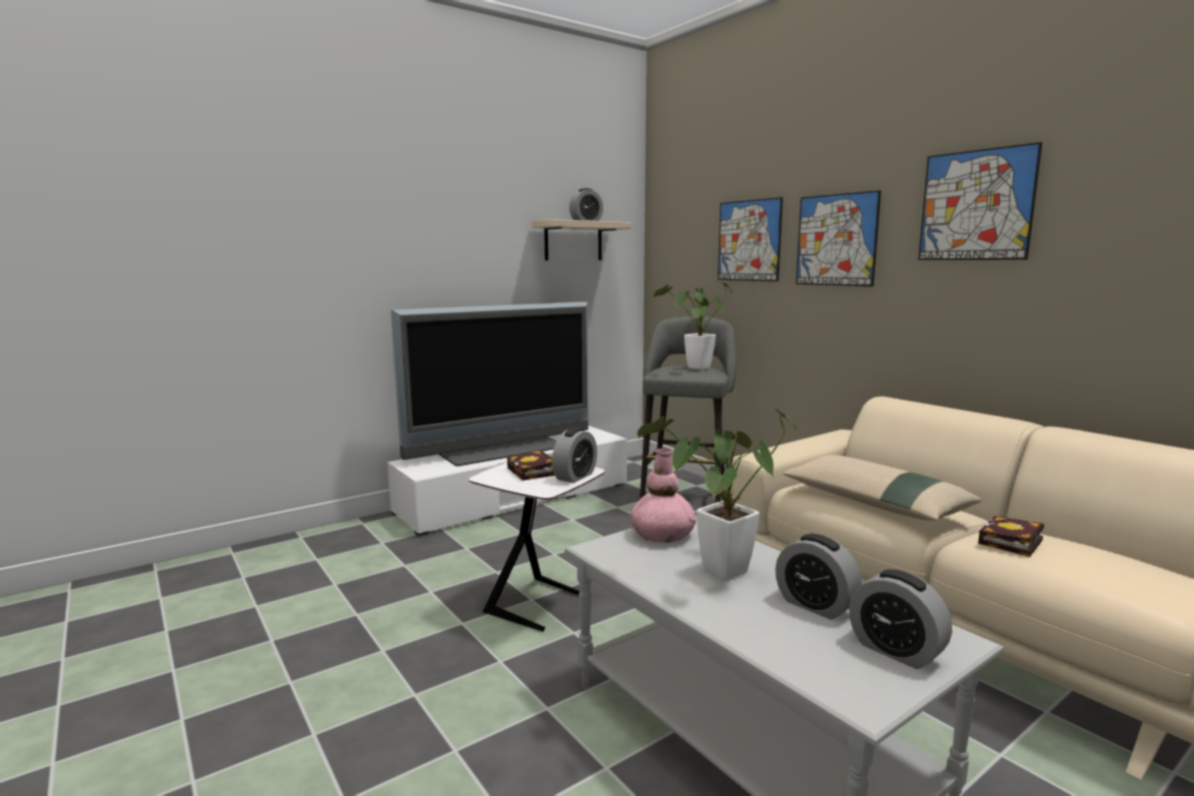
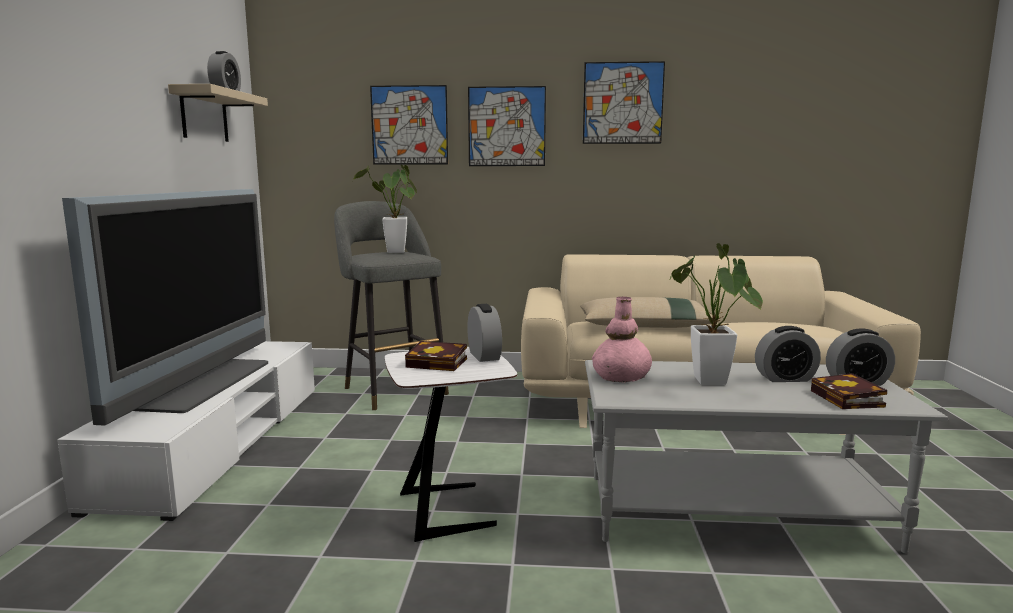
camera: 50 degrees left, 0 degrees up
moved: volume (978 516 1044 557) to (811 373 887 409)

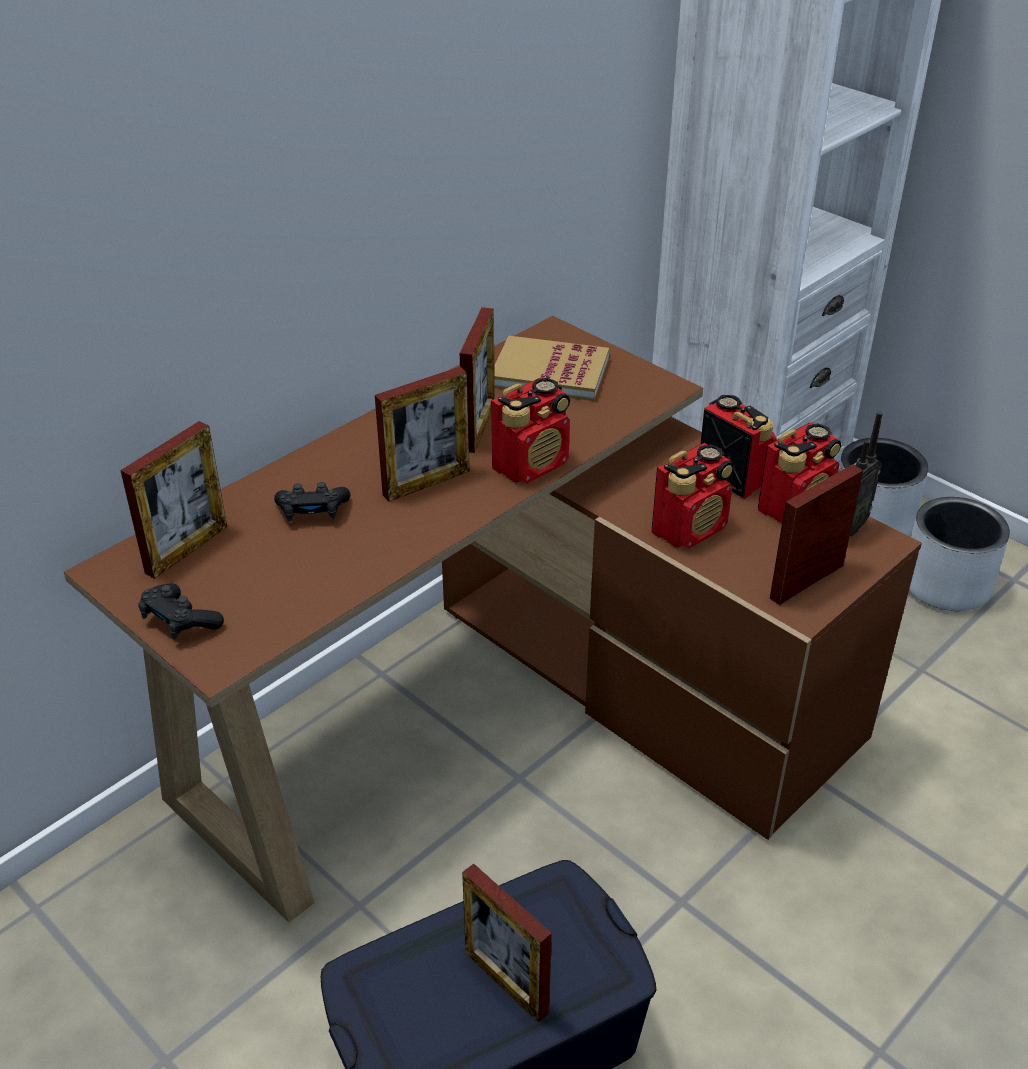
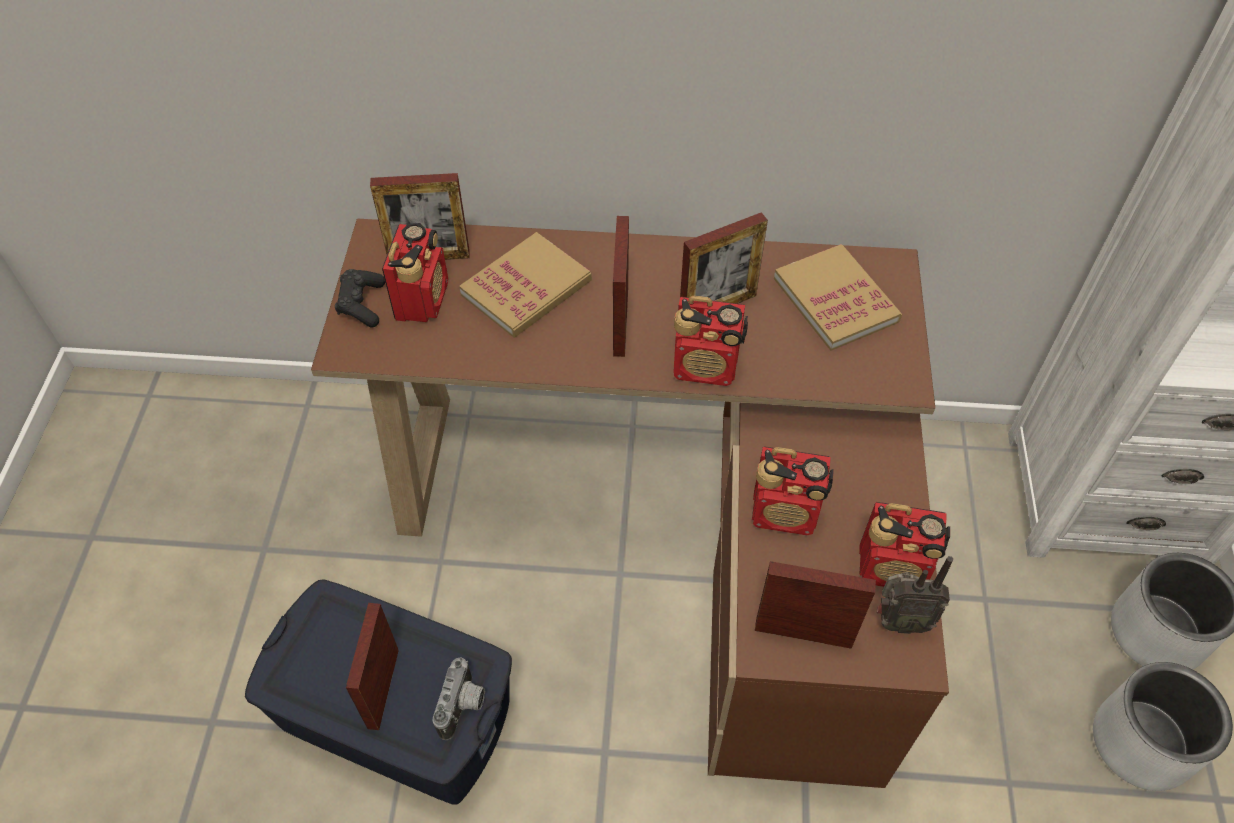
camera: 50 degrees right, 15 degrees up
added: photo camera (432 658 485 740)
moved: radio set (700 395 776 499) to (382 223 448 322)
replaced: black-coloured gamepad (274 482 351 522) to volume (459 232 592 338)
turned: standing frame (375 367 469 502) = (613 216 629 357) 75 degrees clockwise

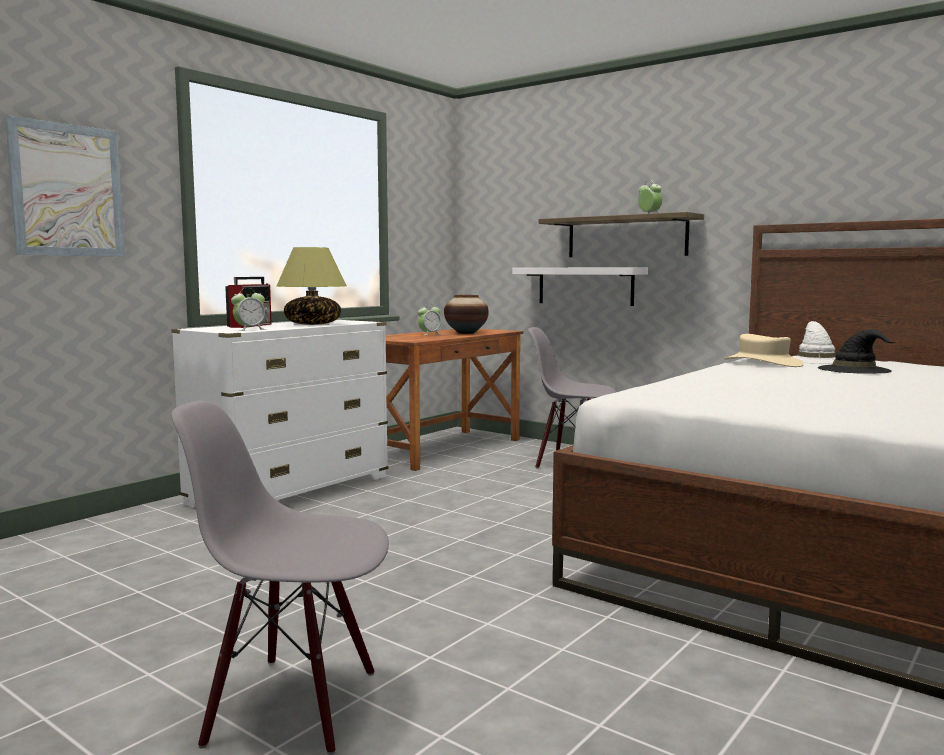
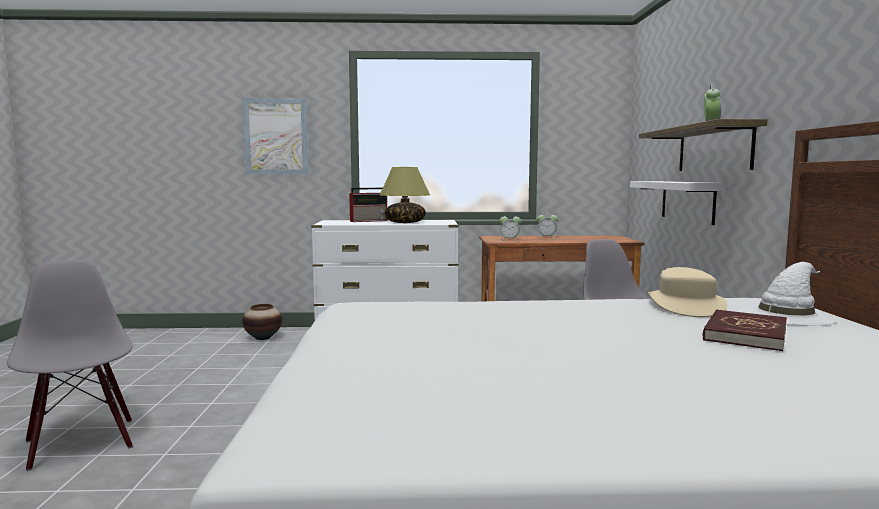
camera: 50 degrees right, 0 degrees up
moved: flower vase (444 295 489 334) to (242 304 282 340); alarm clock (231 288 266 331) to (499 213 522 241)
replaced: black-coloured hat (817 329 896 374) to red volume (703 309 787 351)

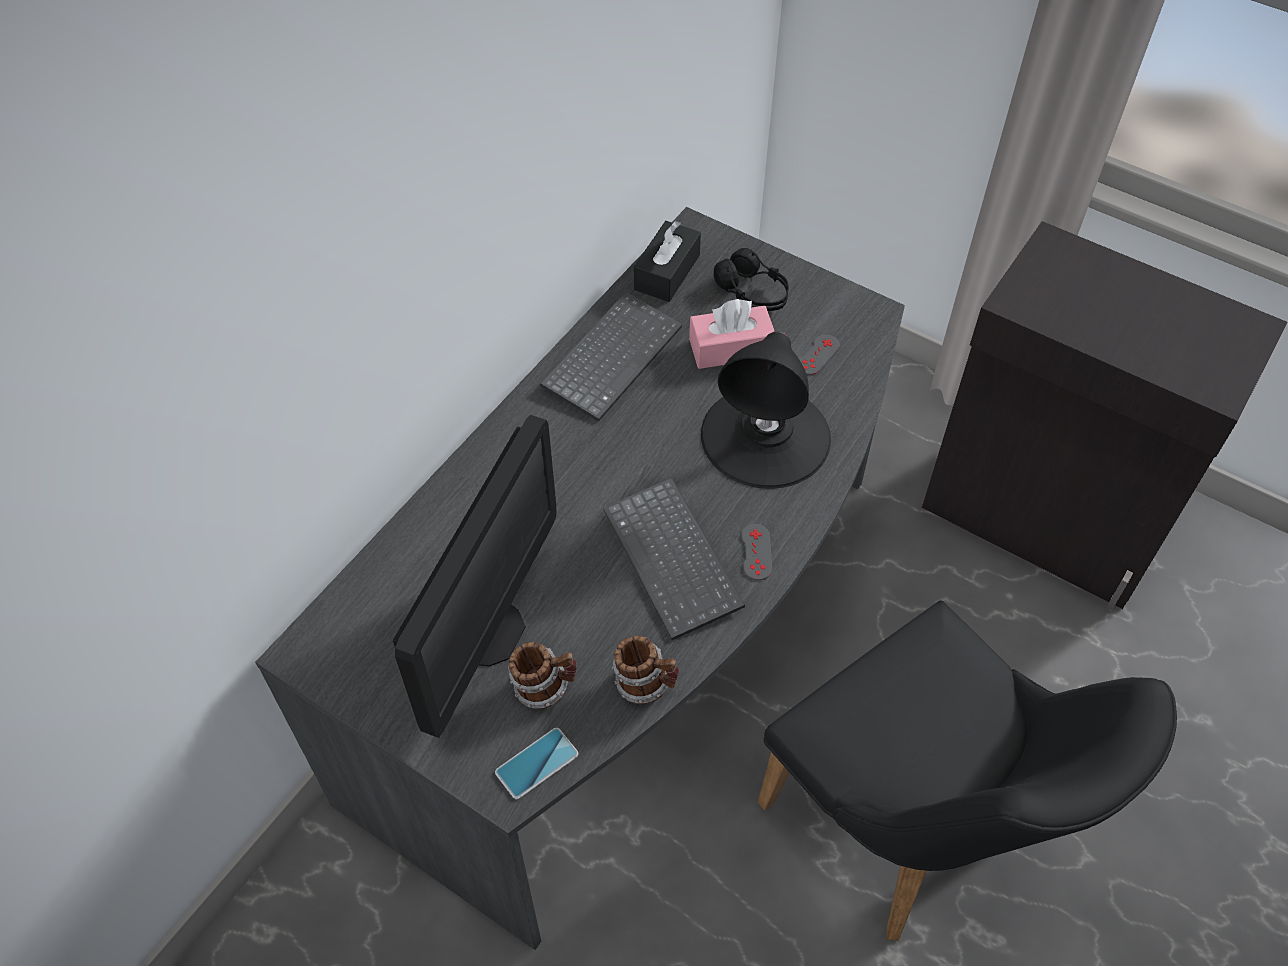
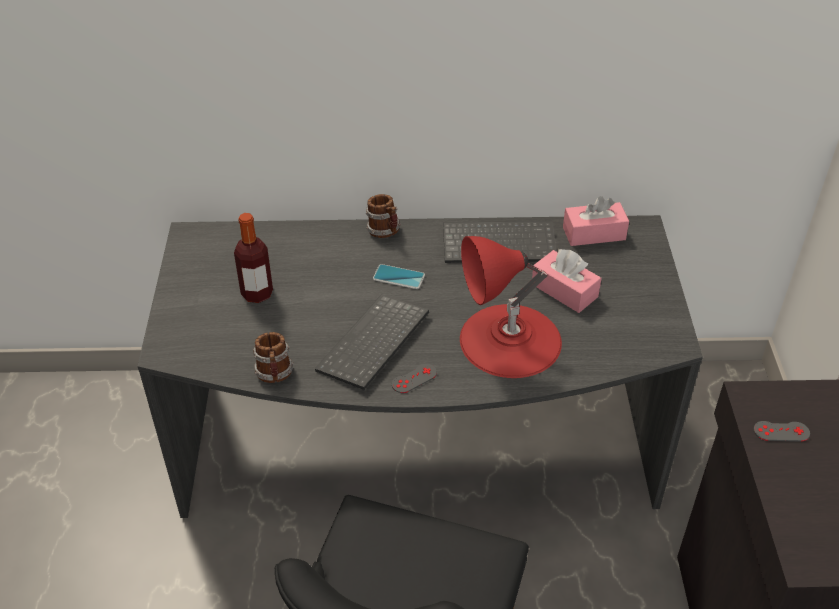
camera: 55 degrees right, 10 degrees down
removed: black-coloured headset (714 248 789 311)
moved: coffee mug (508 642 577 709) to (366 194 401 238); handset (495 728 578 799) to (373 264 425 289); greyish gamepad (799 334 840 375) to (754 421 810 442)
replaced: monitor (393 415 557 738) to drink bottle (234 213 273 303)
recoloured: black-coloured tabletop lamp (701 331 831 489) to red tabletop lamp (460 236 562 378); black-coloured tissue holder (634 221 701 302) to pink tissue holder (563 196 629 246)

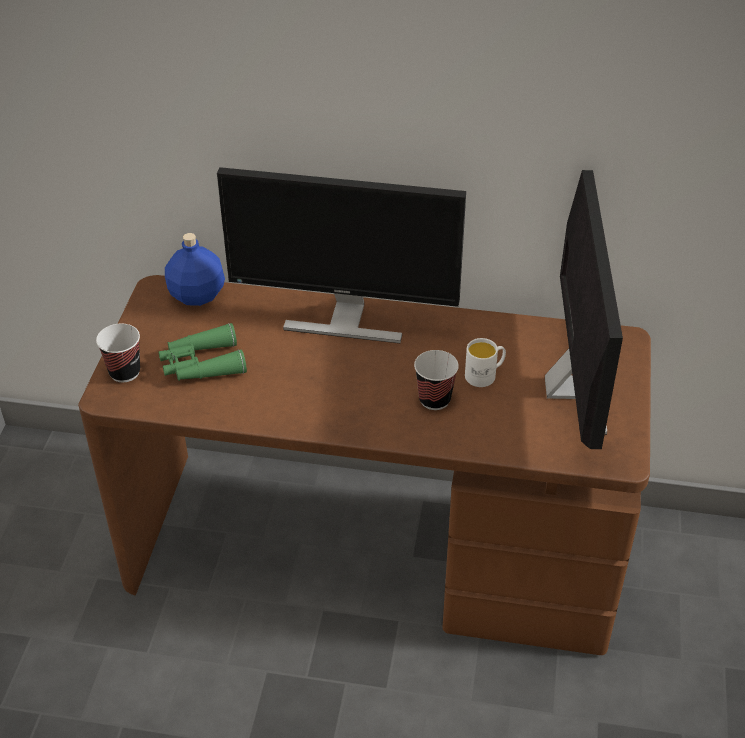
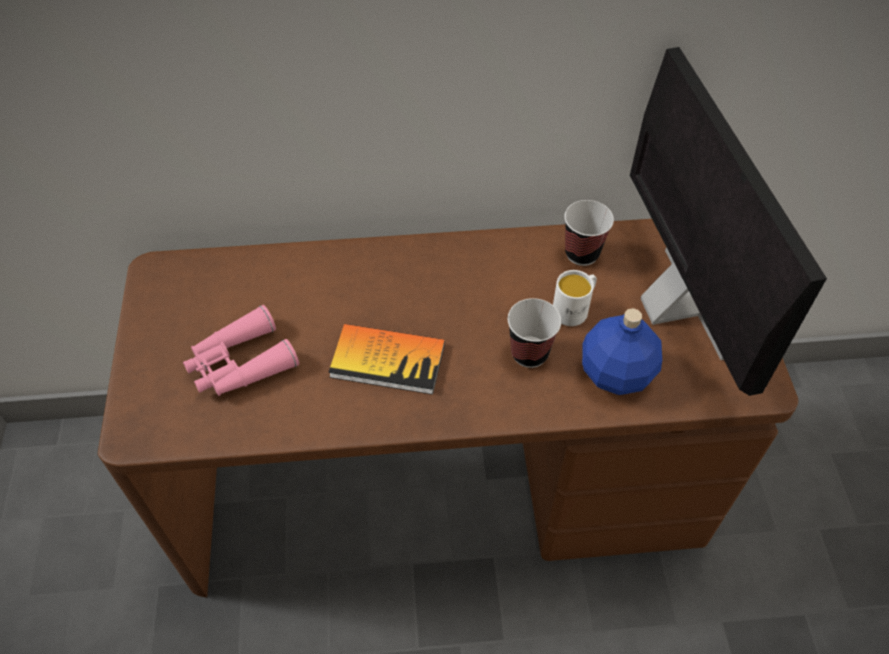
camera: 15 degrees left, 10 degrees up
removed: monitor (217 167 466 343)
added: volume (329 324 445 395)
moved: cup (96 324 140 382) to (564 200 614 266); bluish drink bottle (165 233 225 306) to (582 308 662 395)
recoloured: green-coloured pair of binoculars (159 323 247 381) to pink pair of binoculars (183 305 299 396)

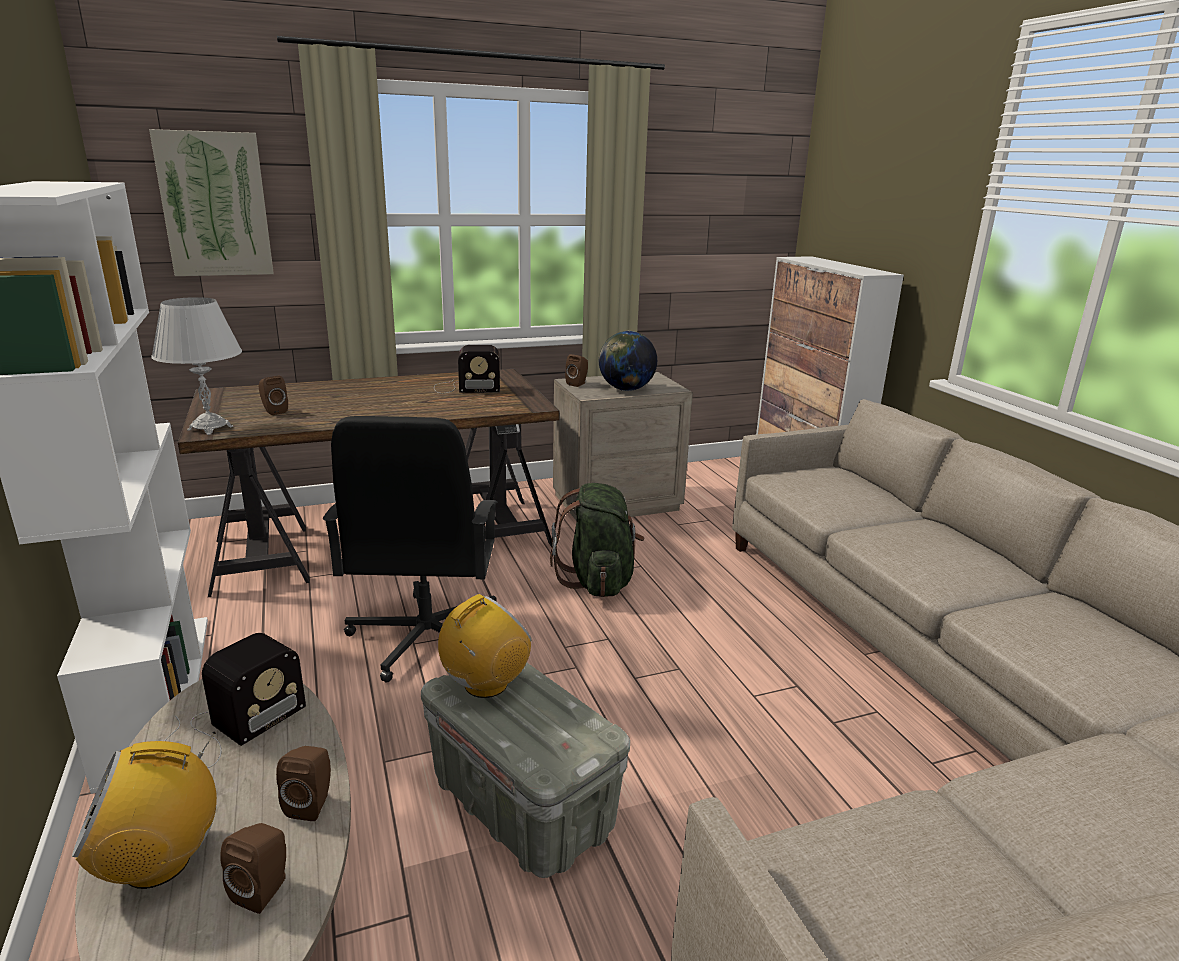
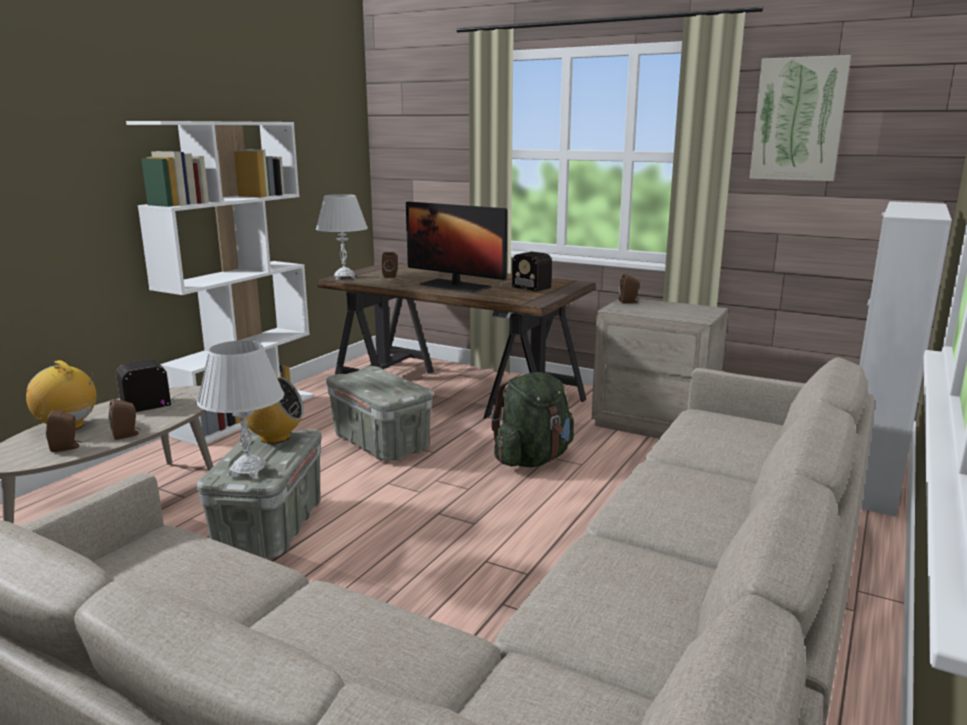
camera: 50 degrees right, 5 degrees down
removed: world globe (599 331 657 391)
added: whitish tabletop lamp (197 341 284 479); monitor (406 202 507 293)
moved: wall art (149 129 274 276) to (749 55 851 181)
replaced: black-coloured desk chair (323 416 498 683) to greyish storage container (326 366 433 461)
turned: radio set (165 633 306 768) = (116 359 198 412) 150 degrees clockwise

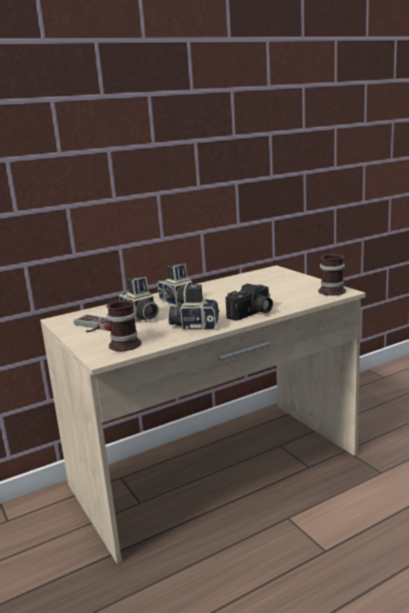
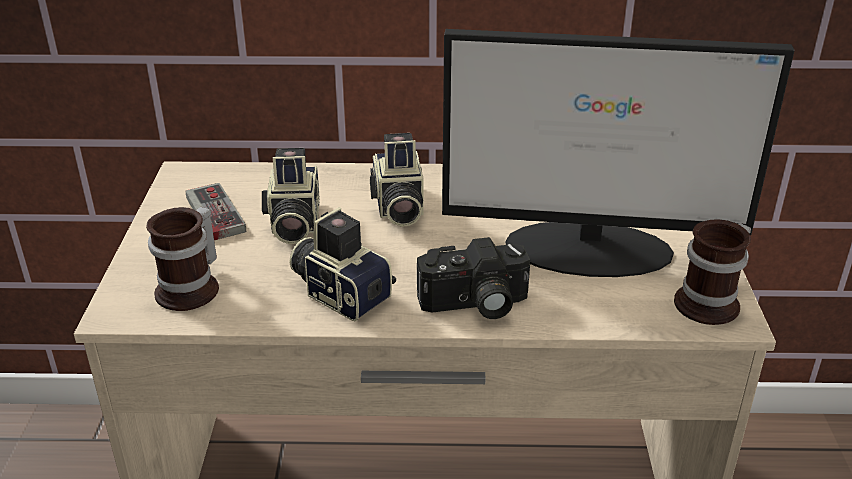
camera: 30 degrees right, 15 degrees up
added: monitor (442 29 795 277)

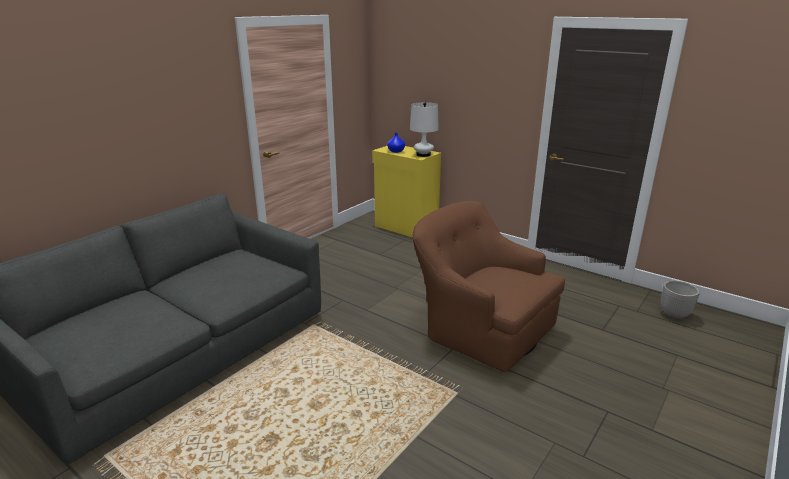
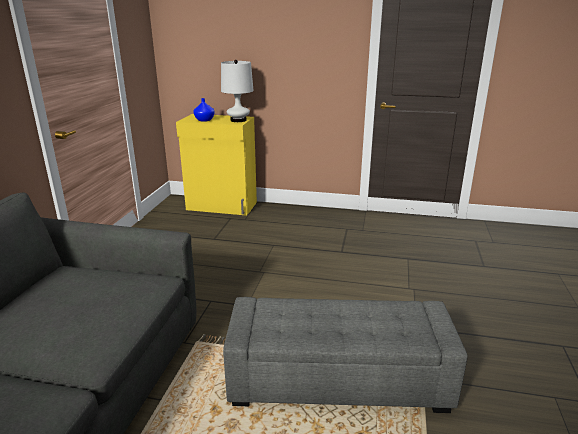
camera: 25 degrees left, 0 degrees up
removed: brownish lounge chair (412 201 565 372); flower pot (661 280 700 319)
added: greyish footrest (223 297 468 413)

